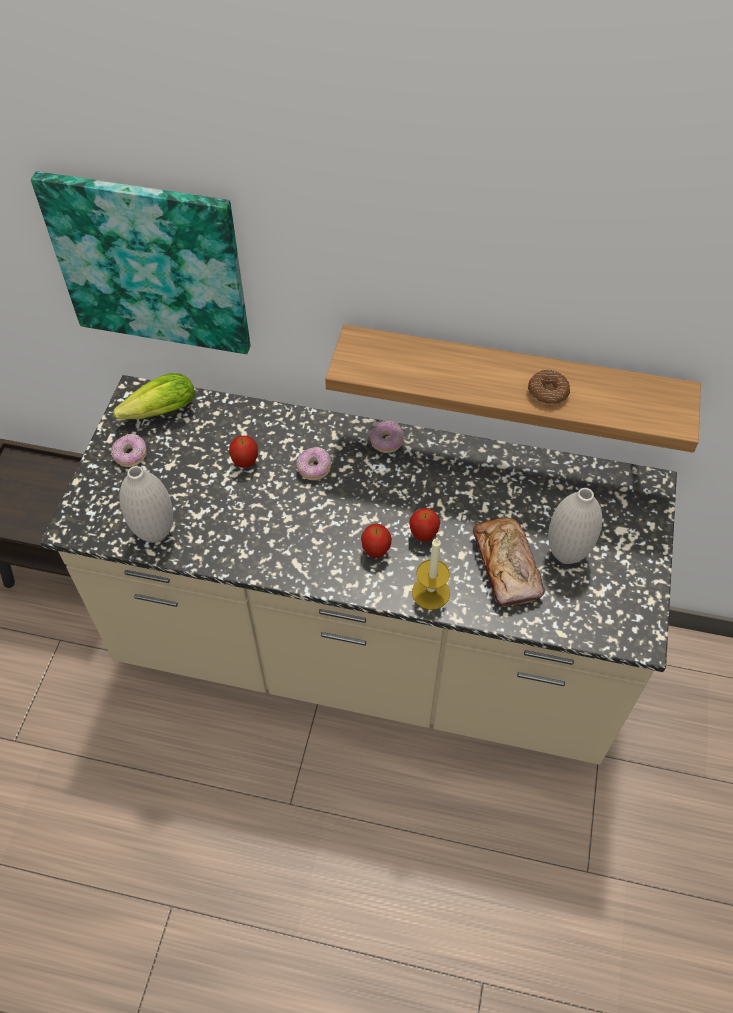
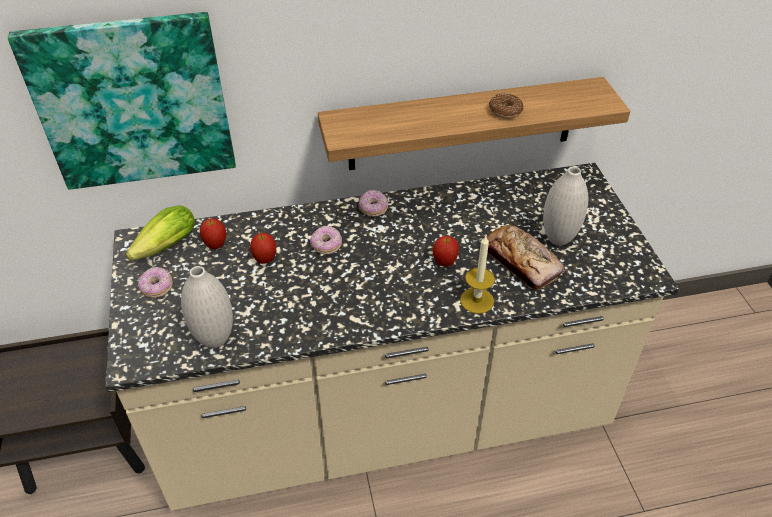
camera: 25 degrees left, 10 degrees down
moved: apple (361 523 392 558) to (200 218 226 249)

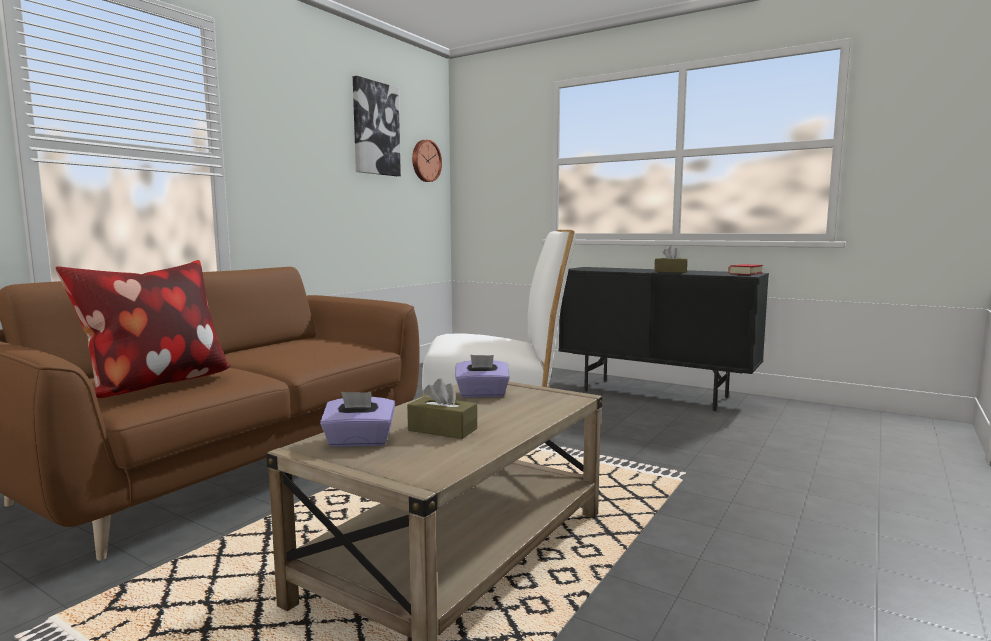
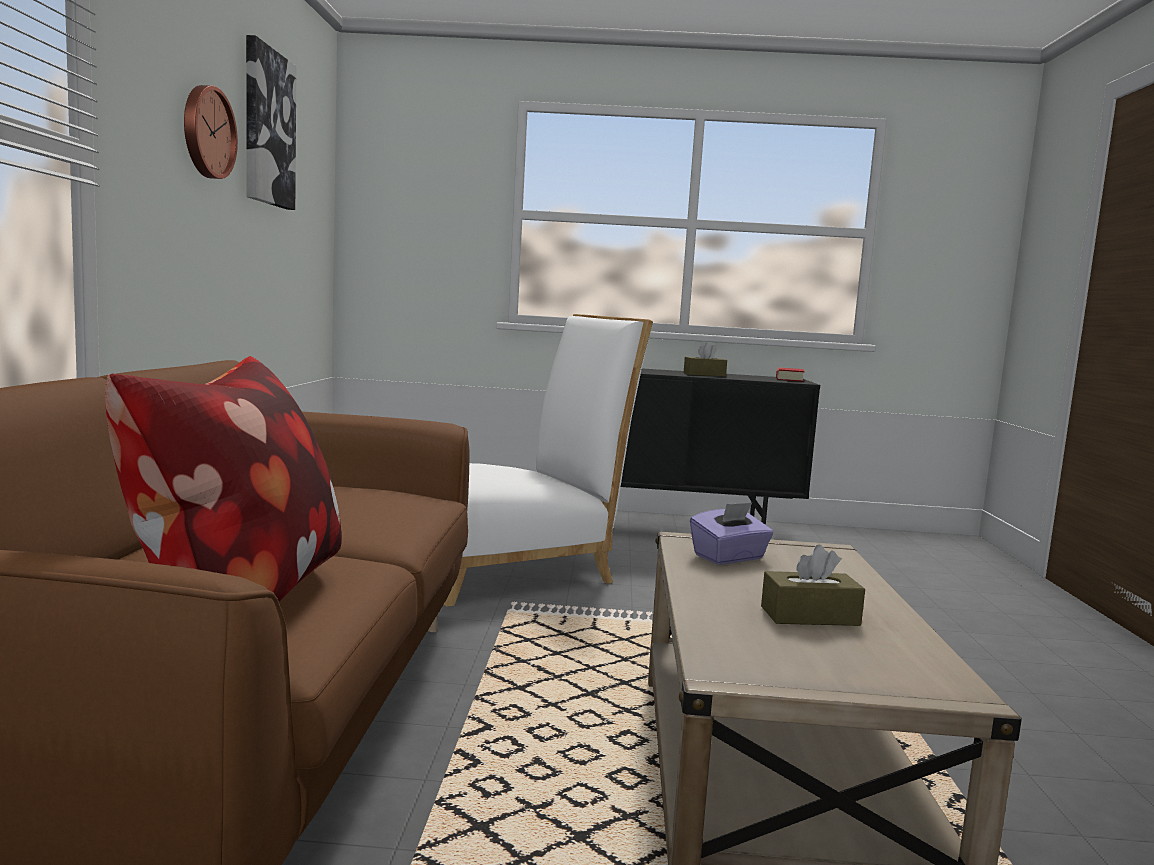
camera: 30 degrees left, 0 degrees up
removed: purple-coloured tissue holder (320 392 395 447)
moved: wall clock (412 139 442 182) to (184 85 238 179)

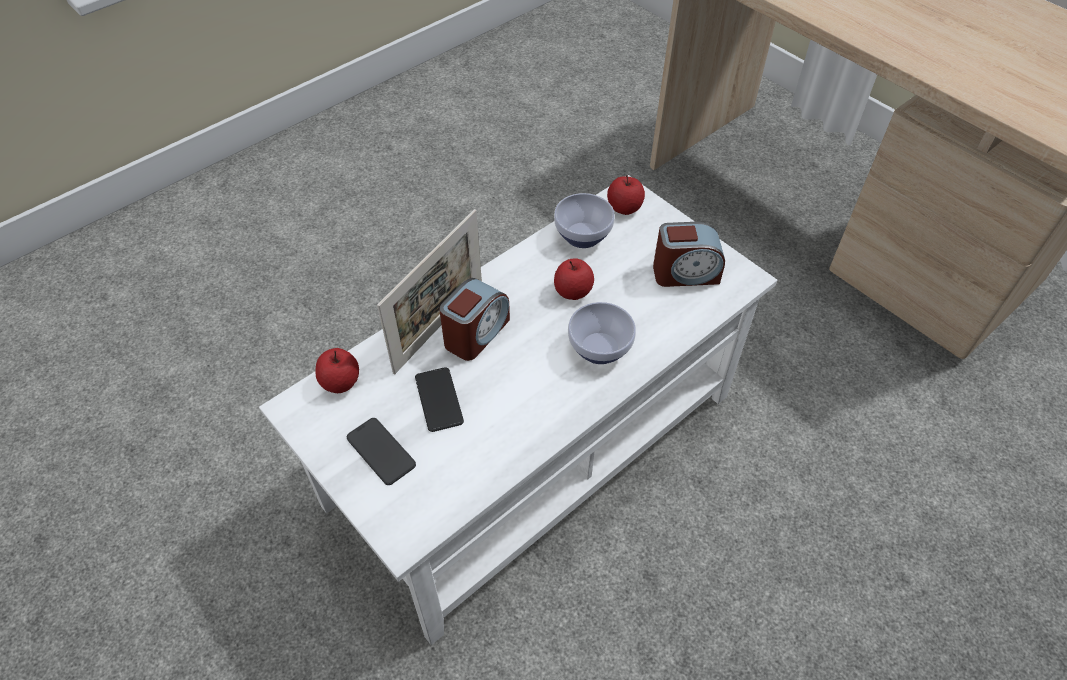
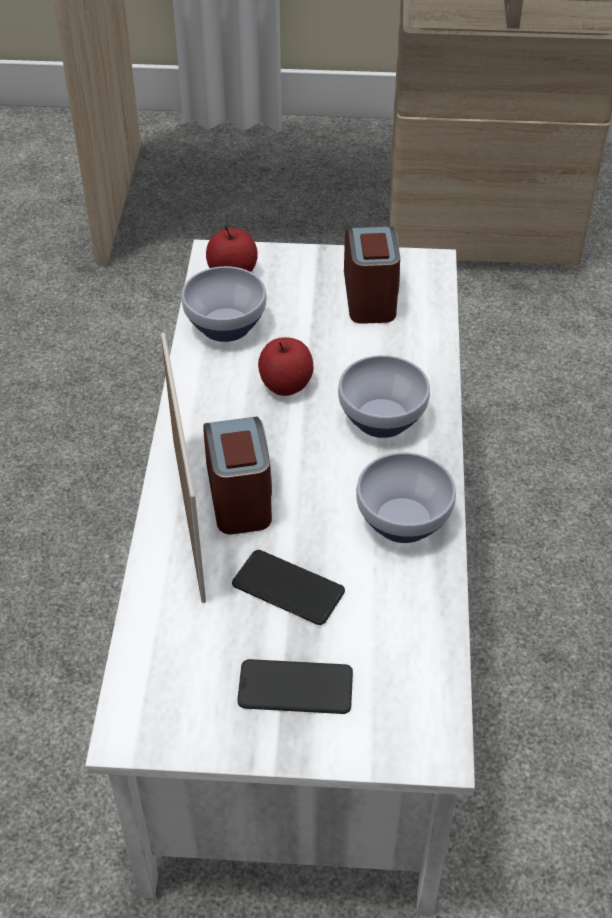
camera: 45 degrees left, 5 degrees down
removed: apple (315 348 359 393)
added: bowl (356 452 456 543)
turned: alarm clock (653 222 725 287) = (344 227 400 324) 45 degrees counterclockwise

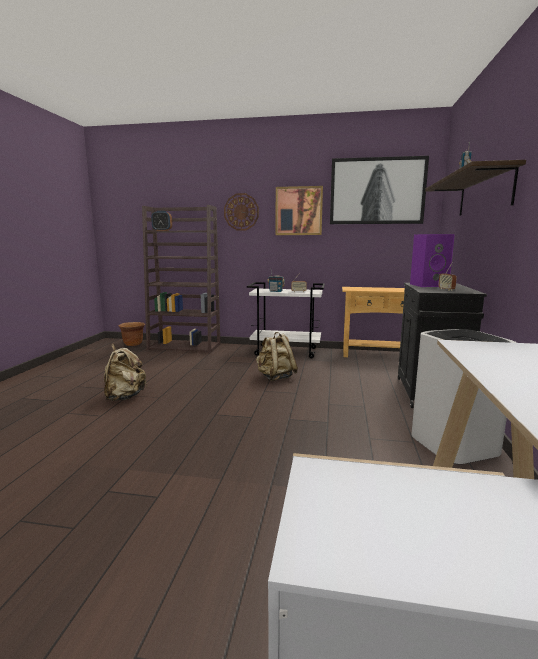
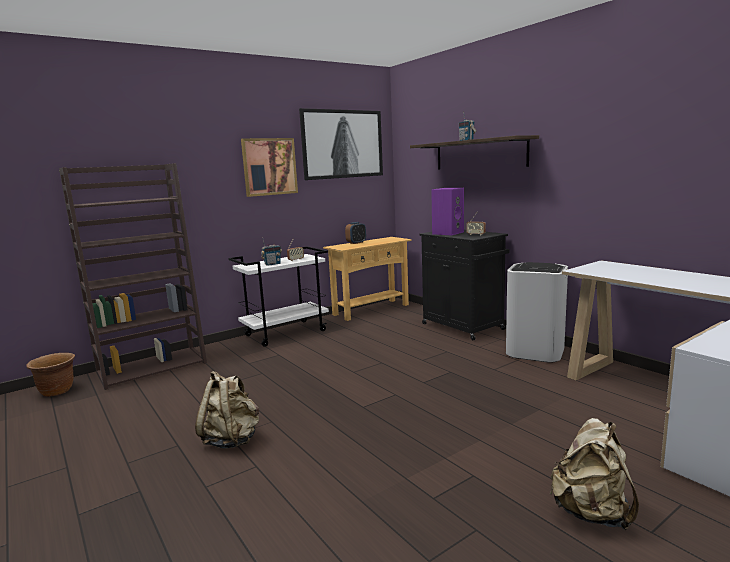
camera: 45 degrees left, 0 degrees up
removed: wall clock (224 193 259 231)
moved: alarm clock (151 211 172 231) to (345 222 366 244); beige rucksack (256 332 298 381) to (550 418 639 530)

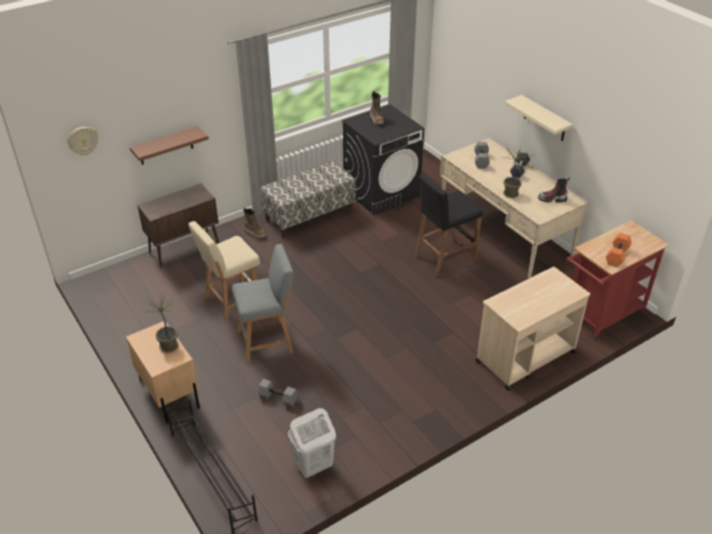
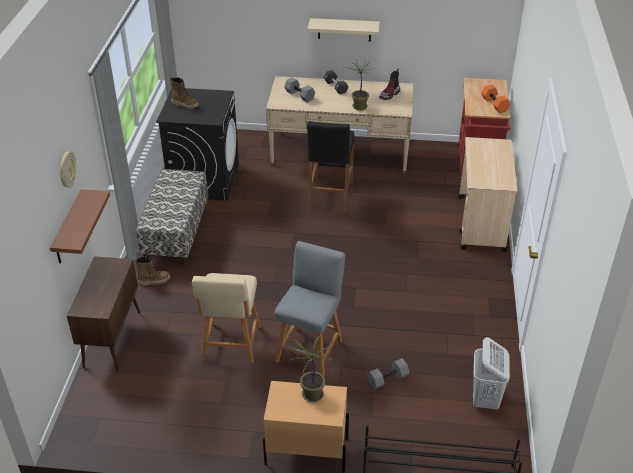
camera: 50 degrees left, 0 degrees up
moved: wall clock (67 127 98 155) to (60 151 77 188)

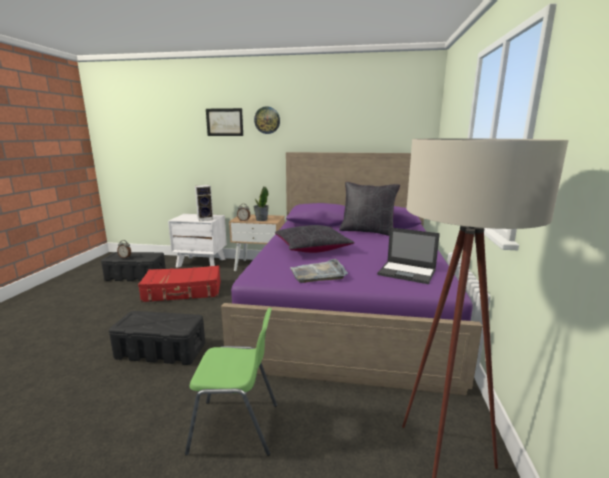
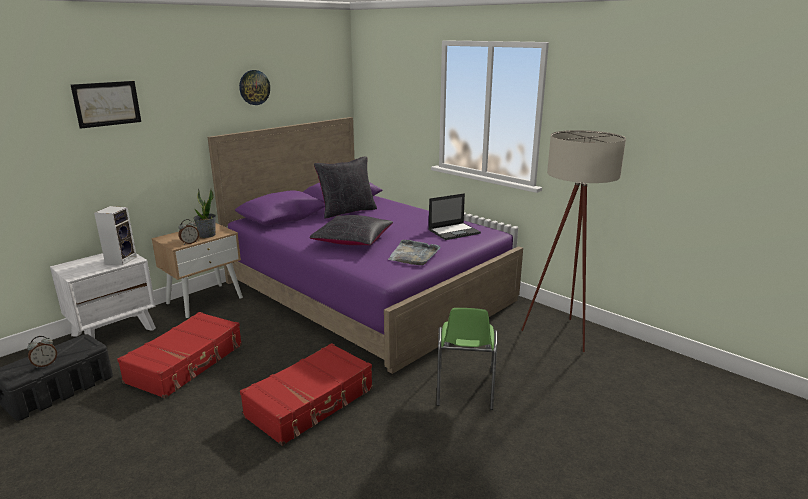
camera: 55 degrees left, 5 degrees up
moved: wall clock (254 106 280 134) to (239 70 270 105)
replaced: black-coloured storage container (109 311 205 365) to red travel case (240 343 373 446)
turned: green-coloured plain chair (185 308 277 456) = (437 308 497 410) 150 degrees clockwise

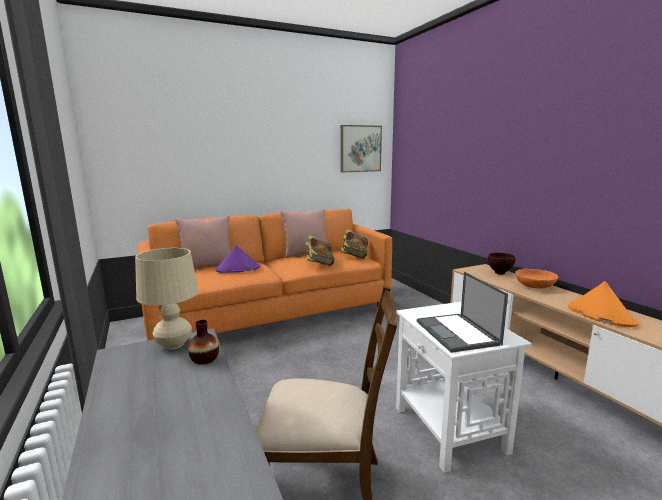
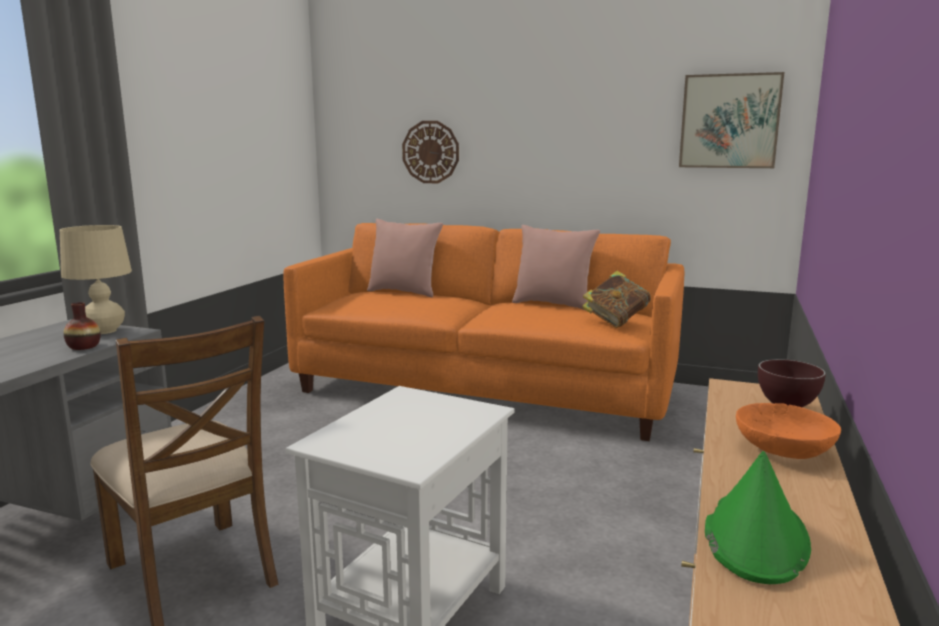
camera: 45 degrees right, 0 degrees up
removed: purple-coloured hat (215 245 261 273); volume (305 235 335 266); portable computer (417 272 508 353)
added: wall clock (402 121 459 183)
recoloured: orangey hat (568 281 639 327) to green-coloured hat (705 451 811 584)

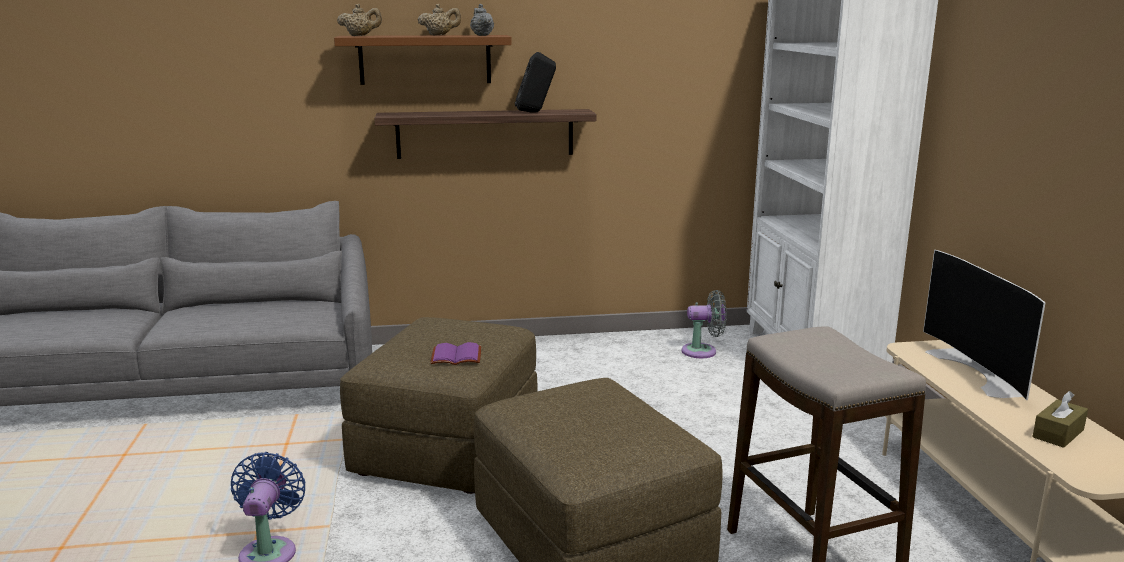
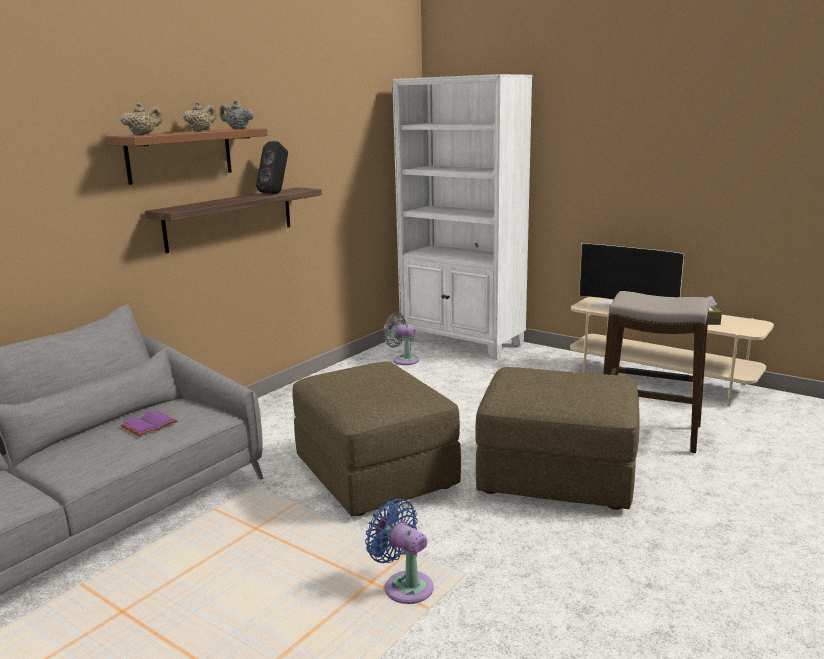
camera: 45 degrees left, 0 degrees up
moved: purple-coloured volume (430 342 481 365) to (120 410 178 436)
turned: greyish cooling fan (682 290 727 358) = (384 312 419 365) 105 degrees counterclockwise

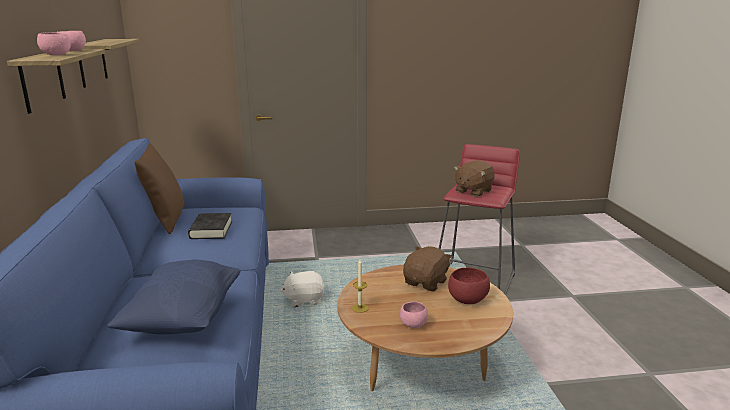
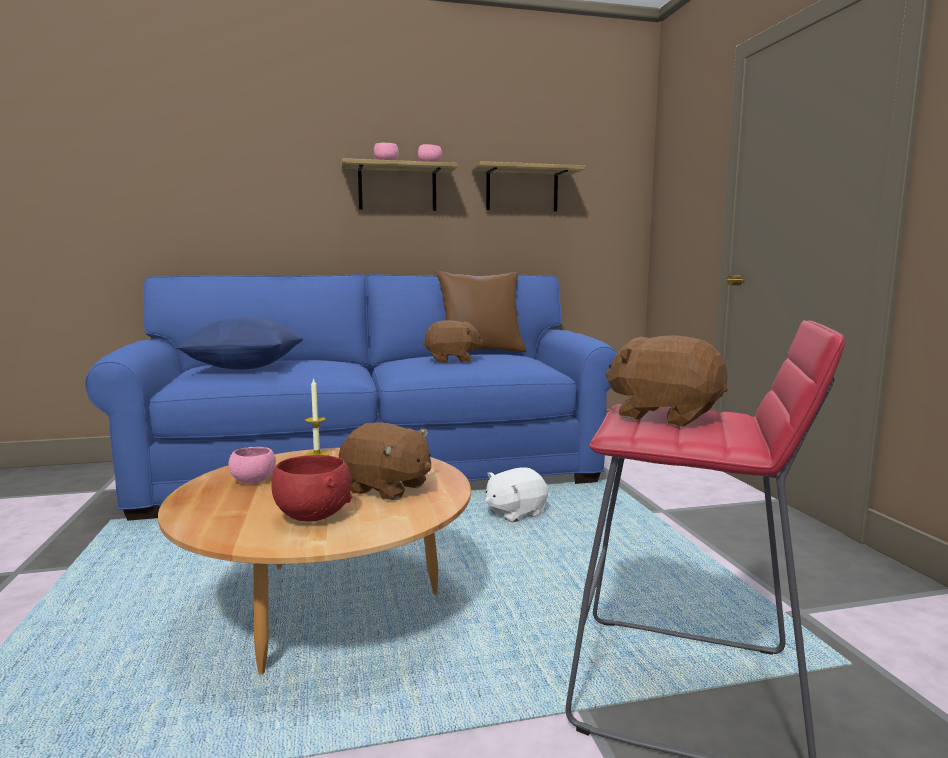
camera: 85 degrees right, 10 degrees down
replaced: black-coloured volume (188 213 232 239) to brownish cuddly toy (423 320 483 363)
turned: whitish cuddly toy (280 271 325 307) = (485 467 548 523) 105 degrees counterclockwise

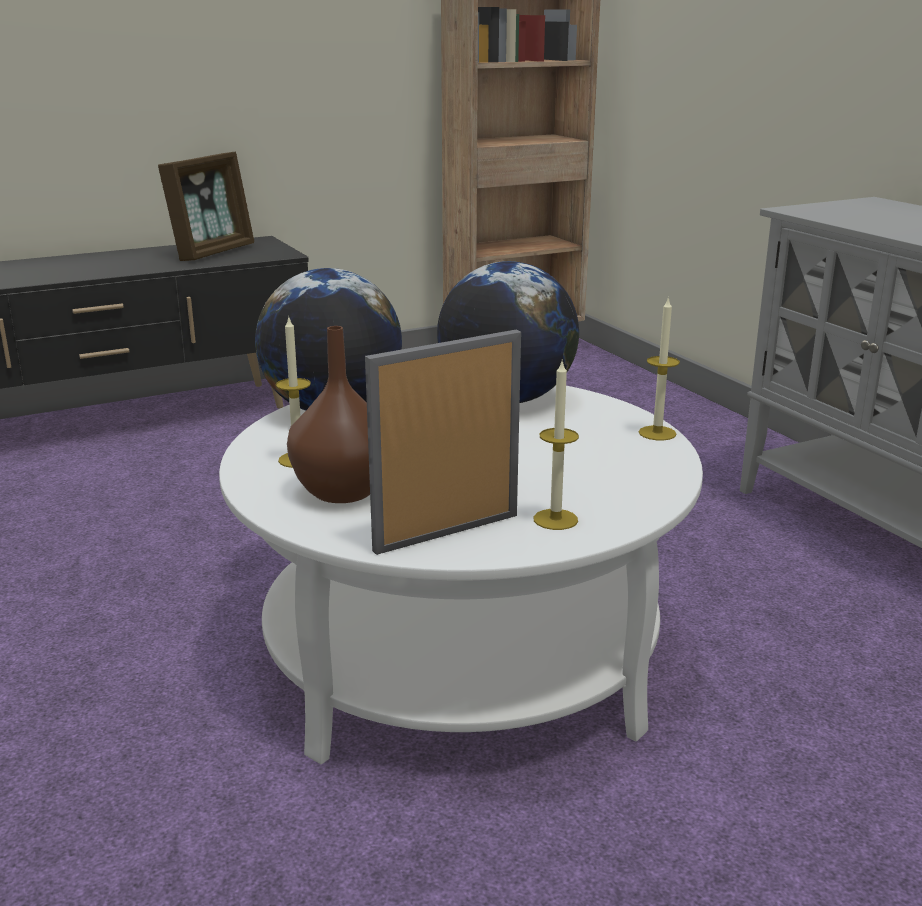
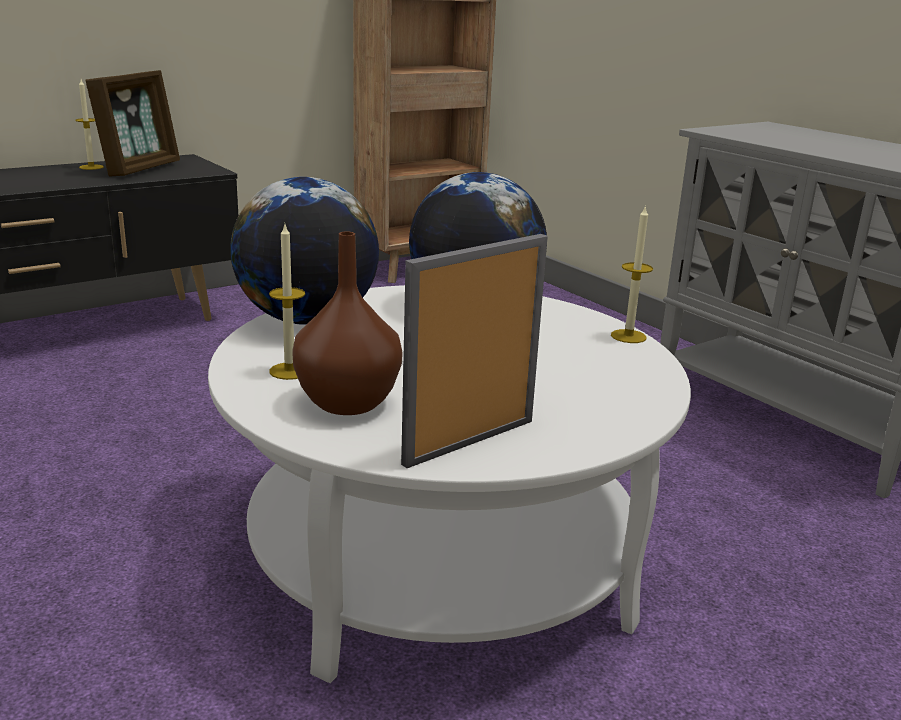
camera: 10 degrees left, 0 degrees up
moved: wax light (534 362 579 530) to (75 80 104 170)

